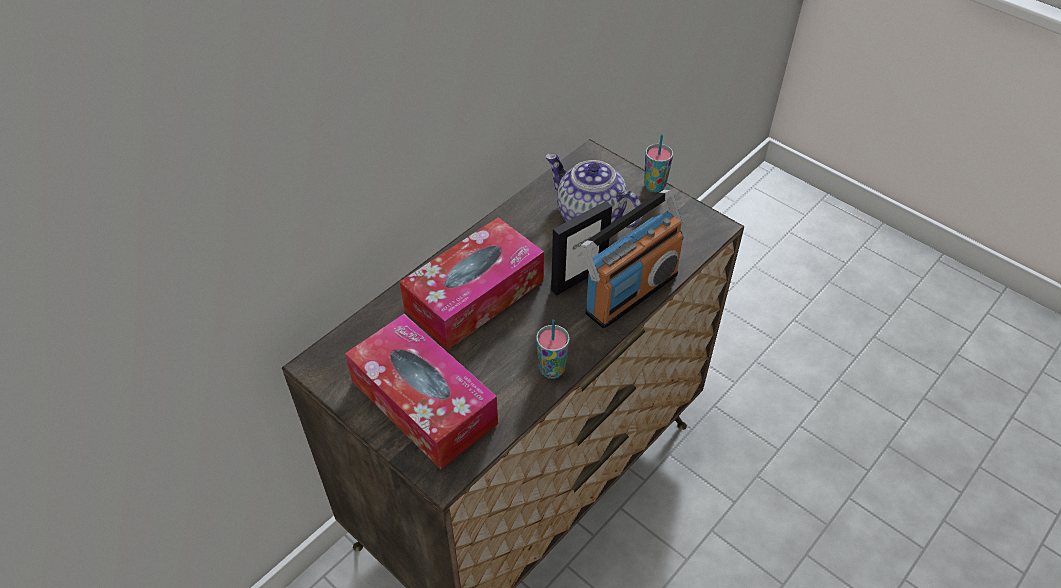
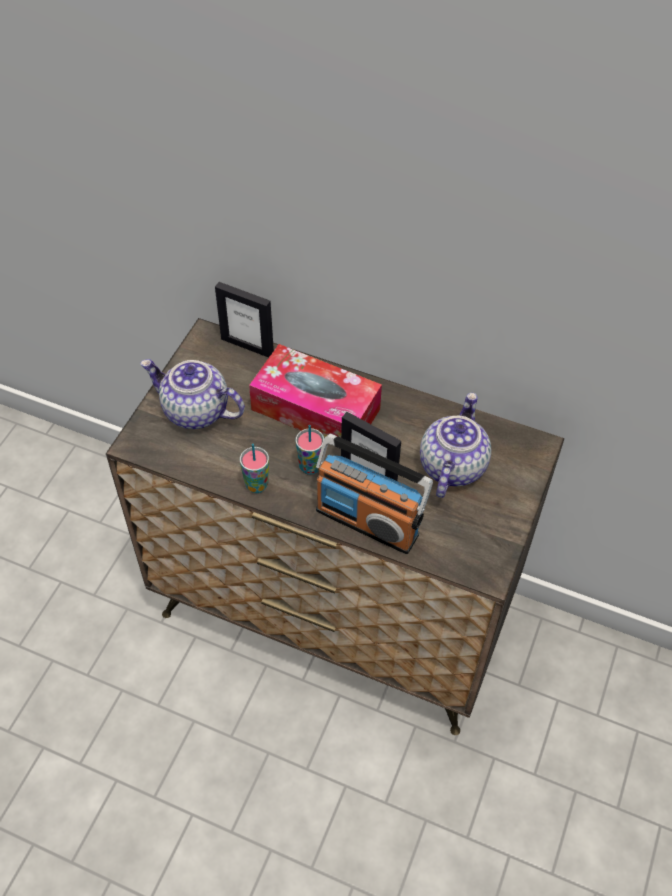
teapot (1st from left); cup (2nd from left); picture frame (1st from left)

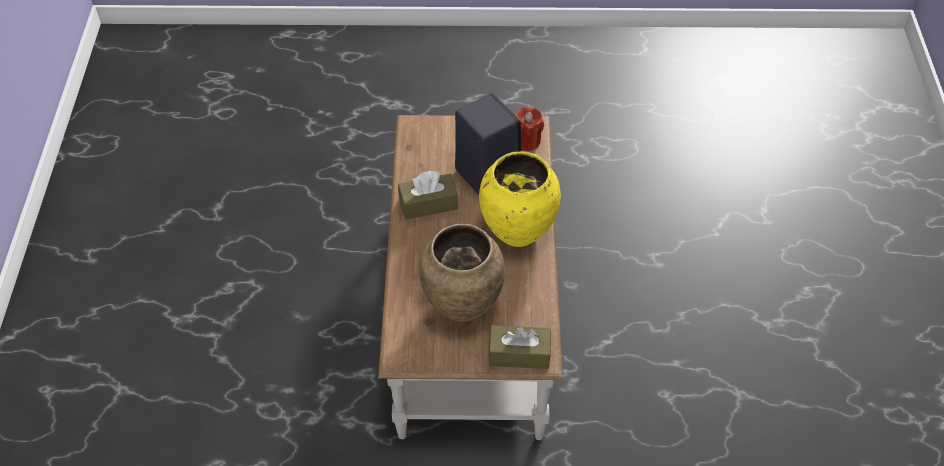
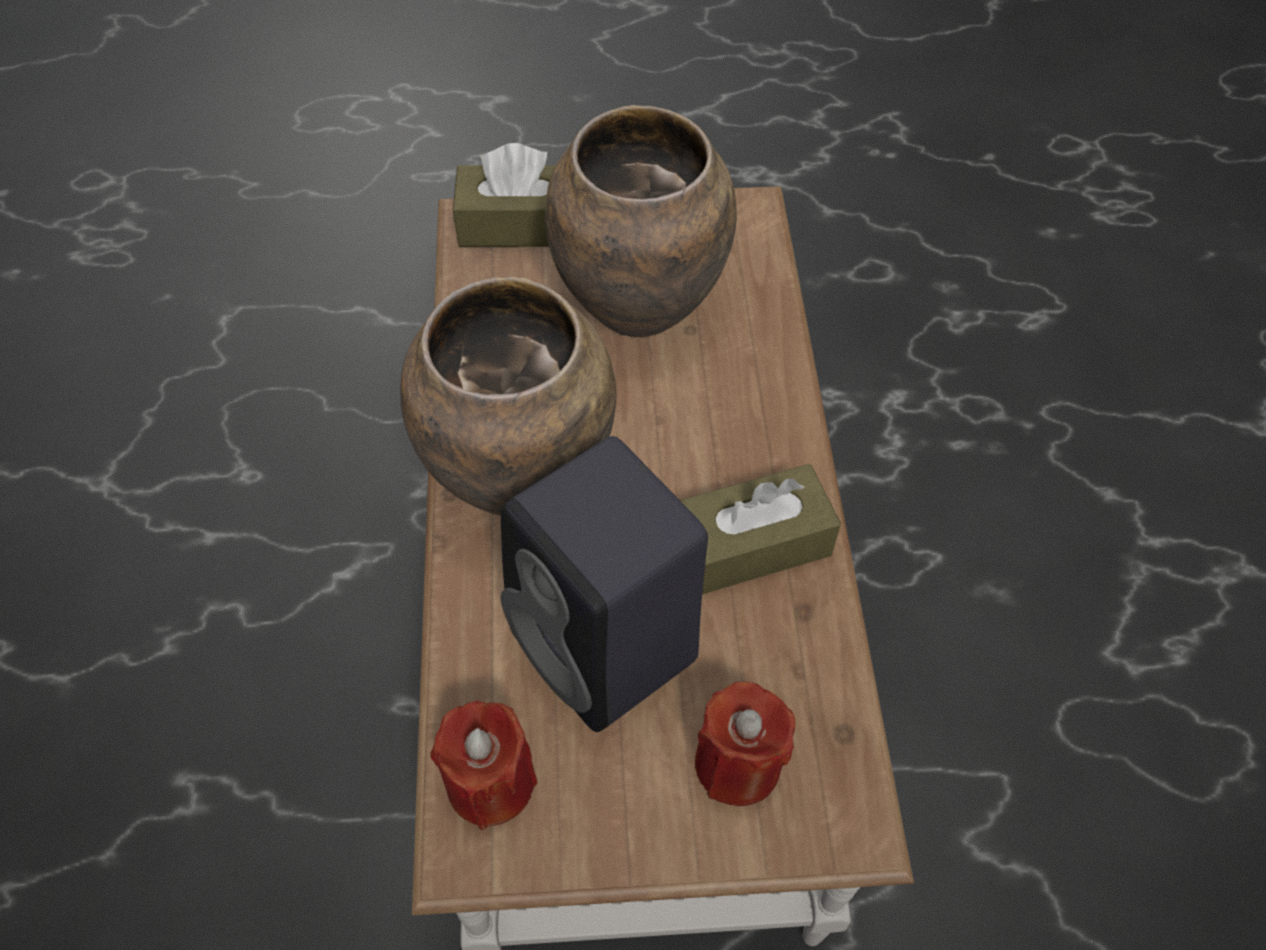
brown vase (1st from left); red candle (2nd from left)

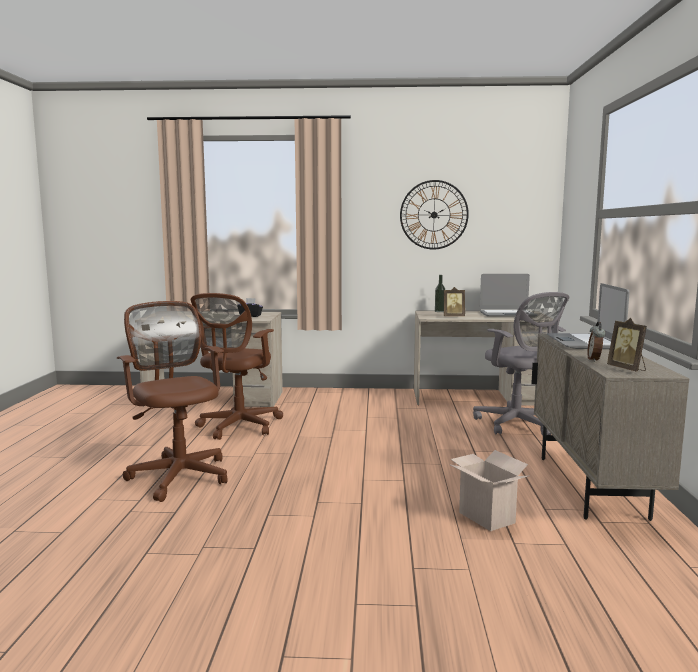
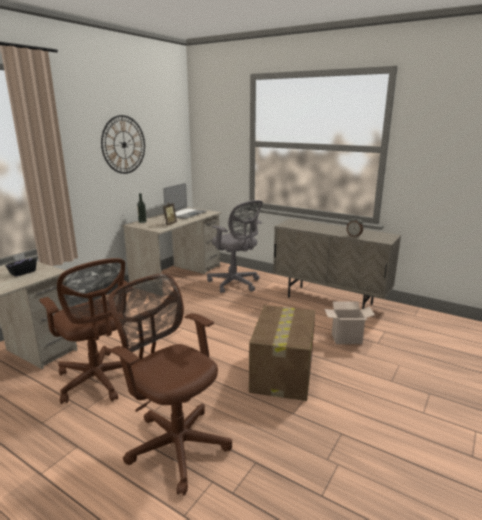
brown office chair (2nd from left); grey office chair; laptop (2nd from left in the first image); picture frame (2nd from left in the first image); cardboard box (1st from left)

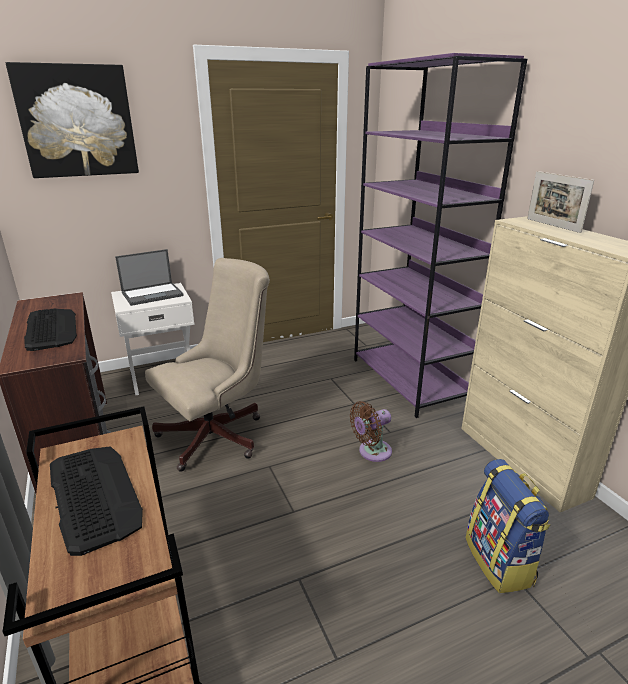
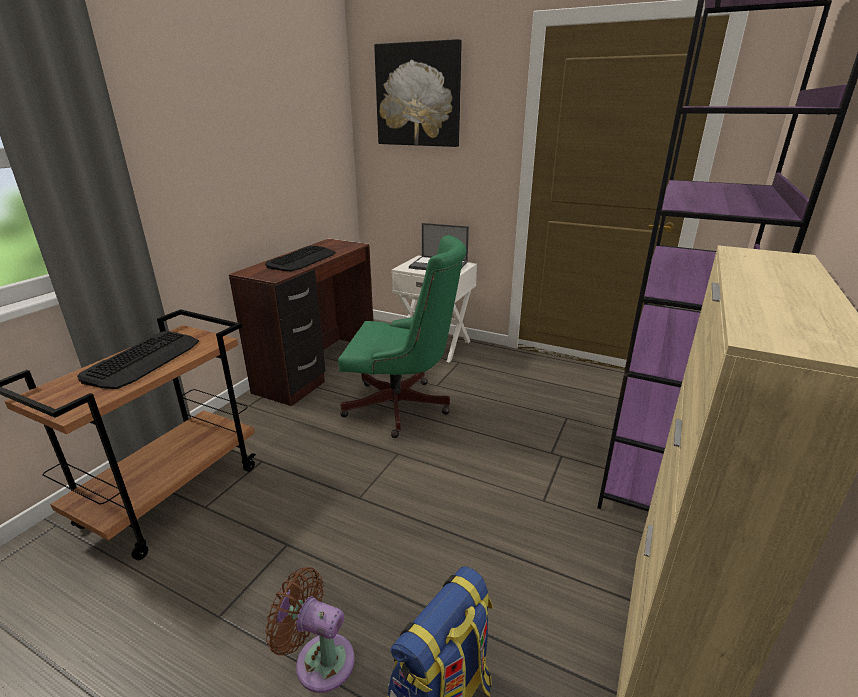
green office chair; brown fan; picture frame

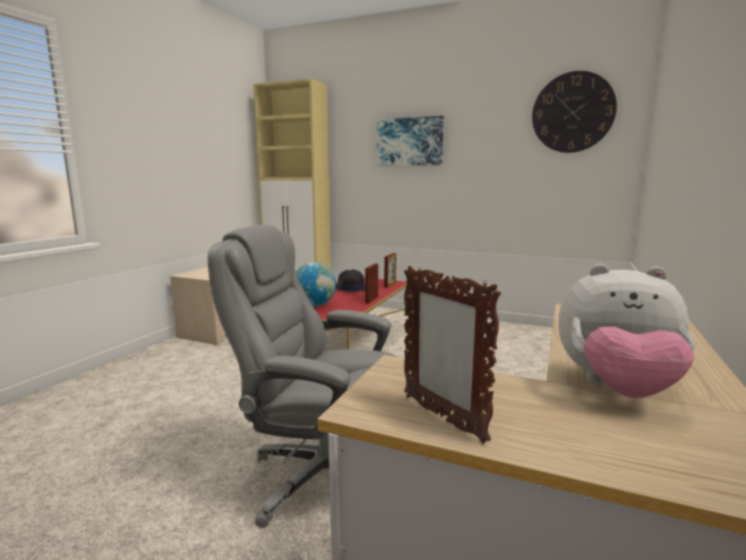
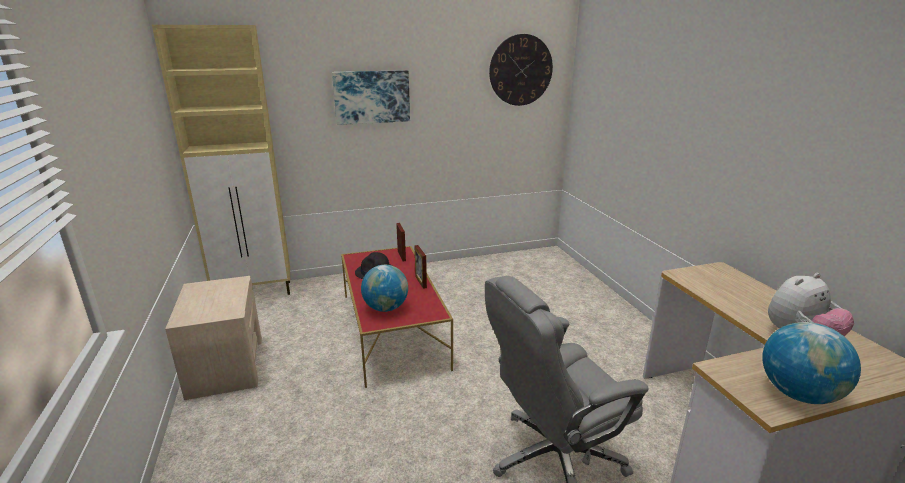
globe (2nd from left)

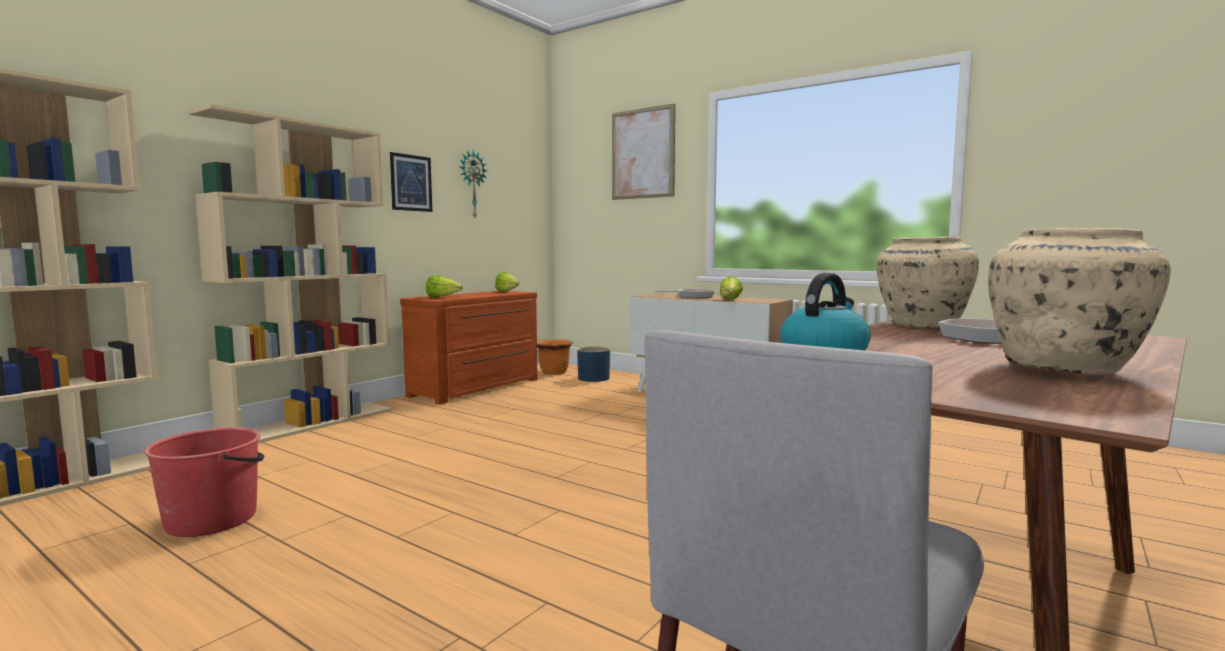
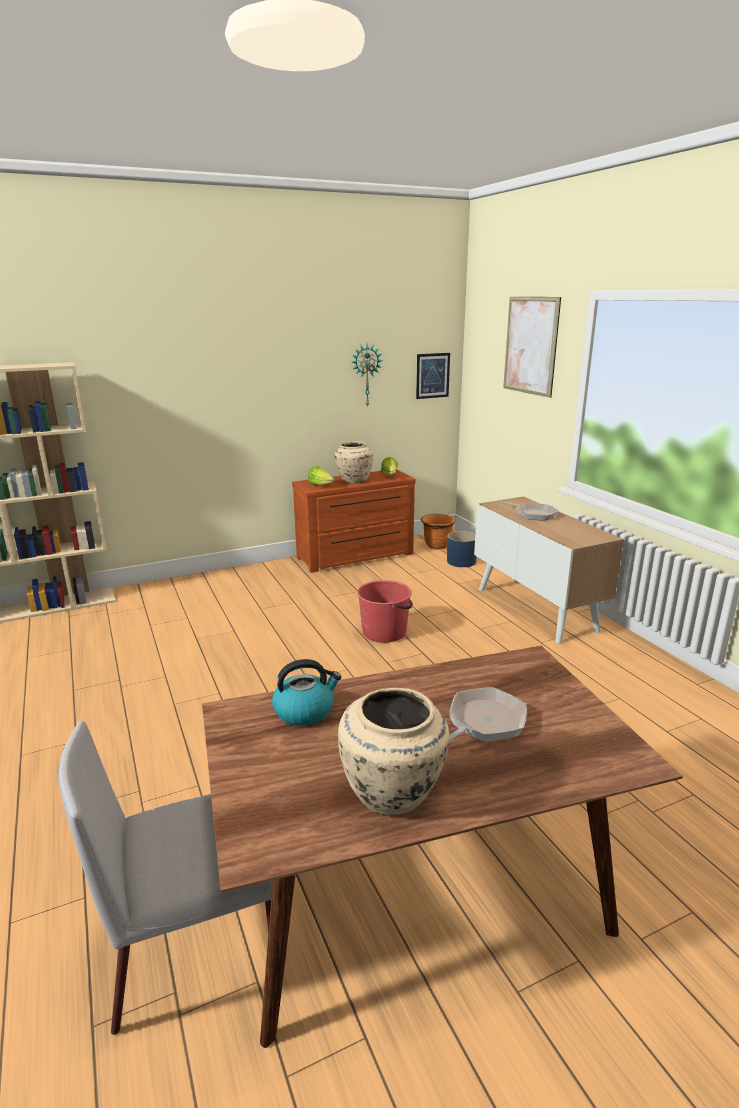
red bucket; beige bookcase (2nd from left in the first image); picture (1st from left); lettuce (3rd from left in the first image); beige vase (1st from left)

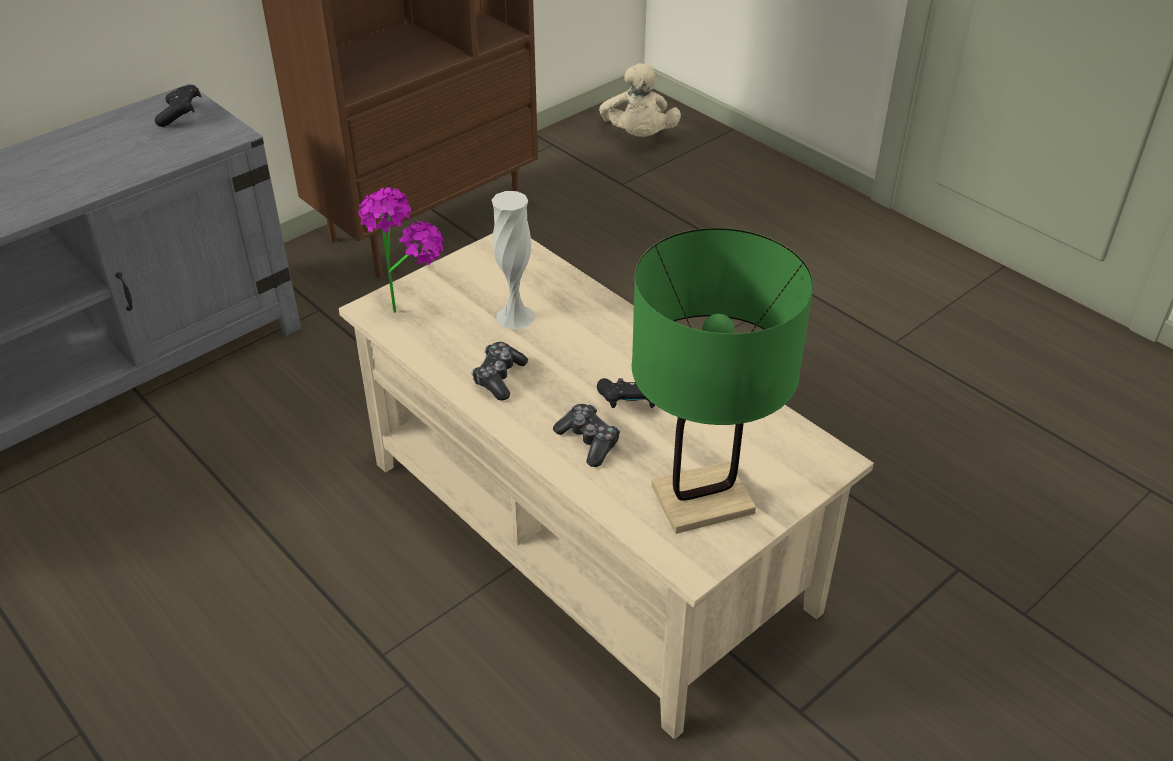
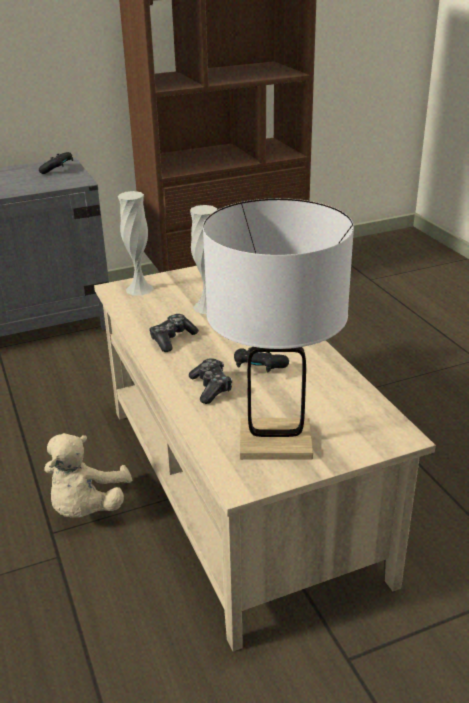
white vase (1st from left); beige plush toy; white table lamp

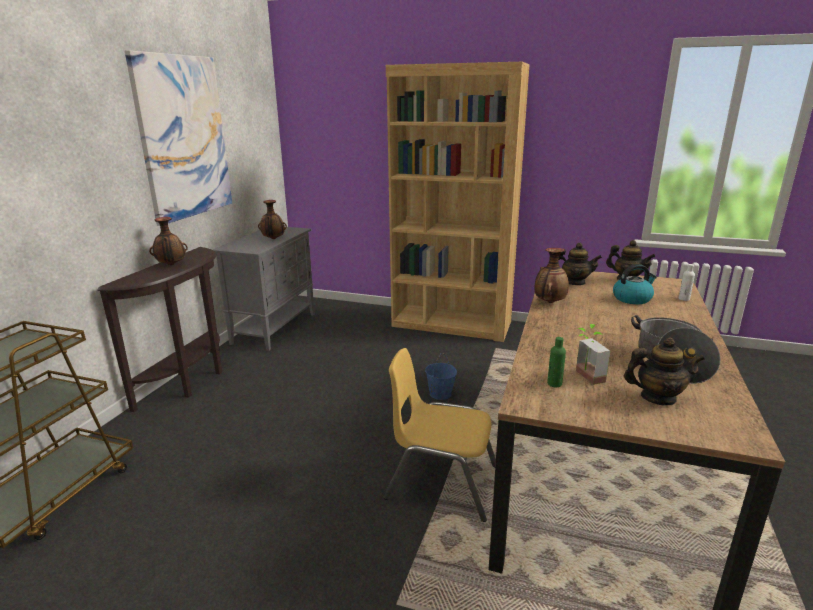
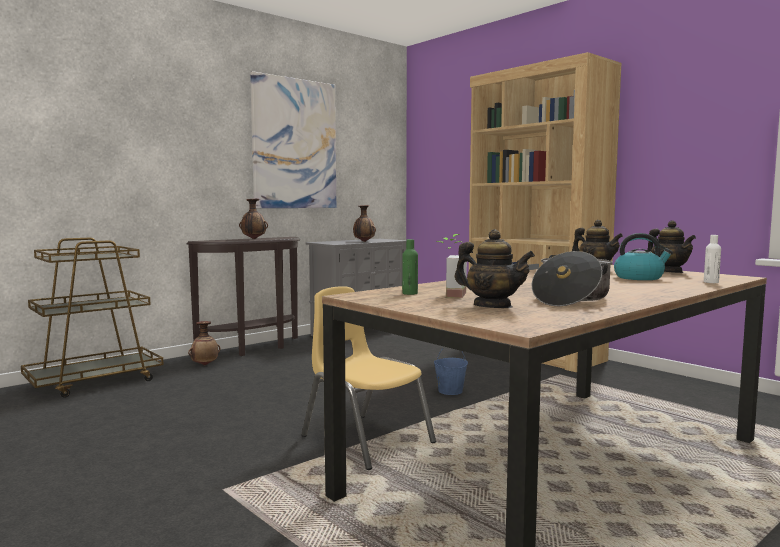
vase (1st from left)

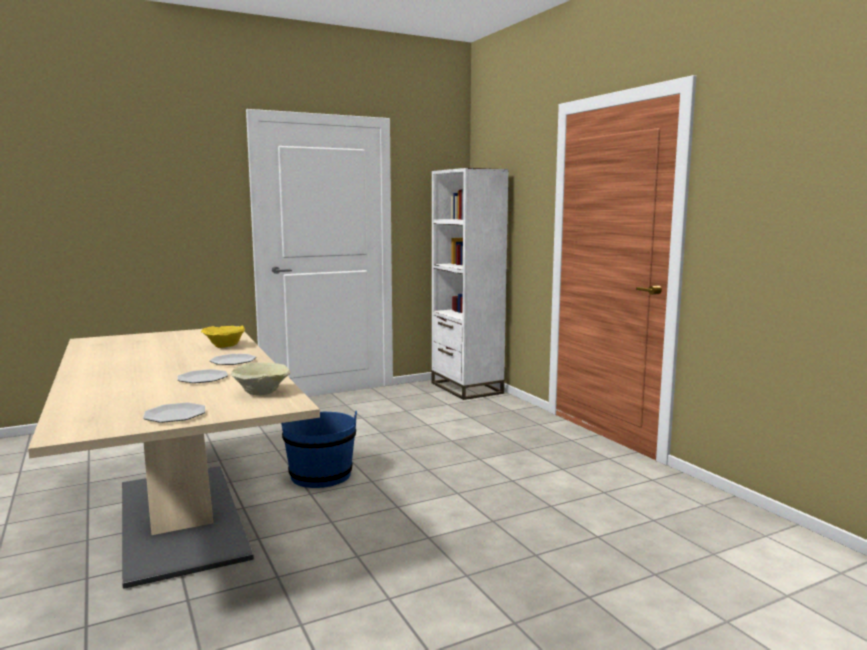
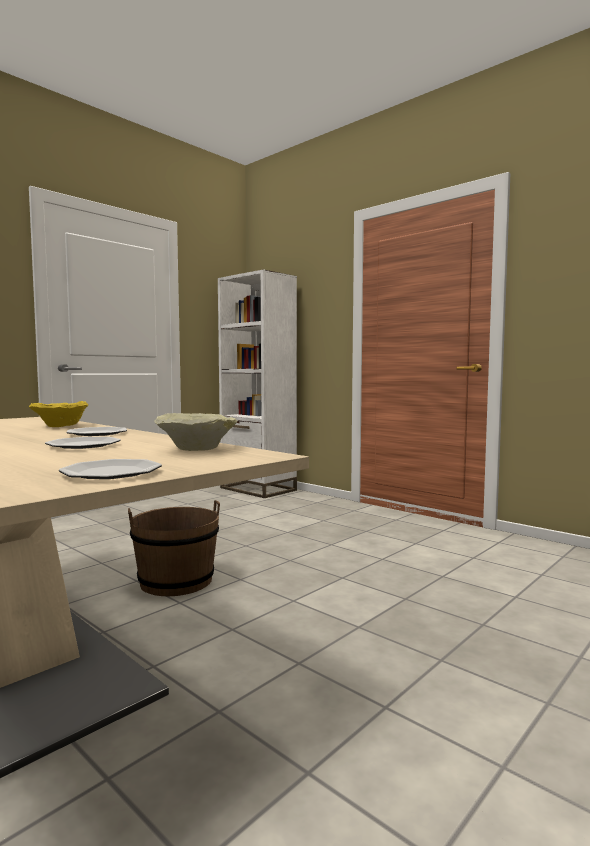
brown bucket

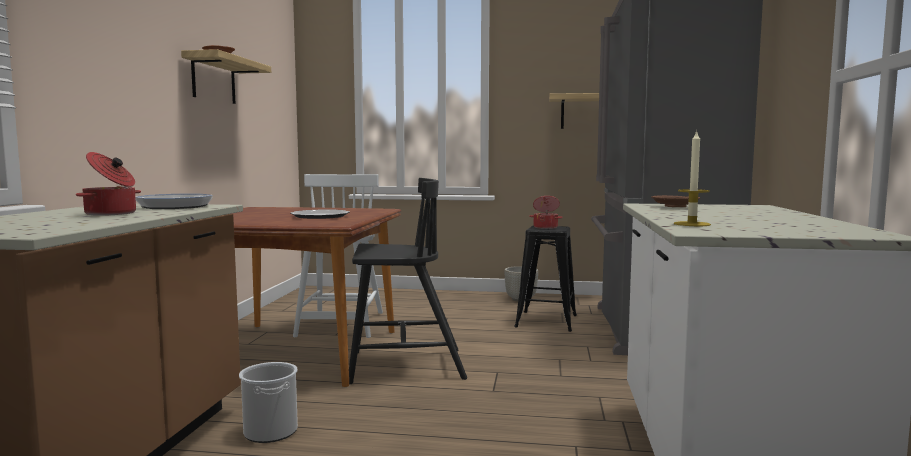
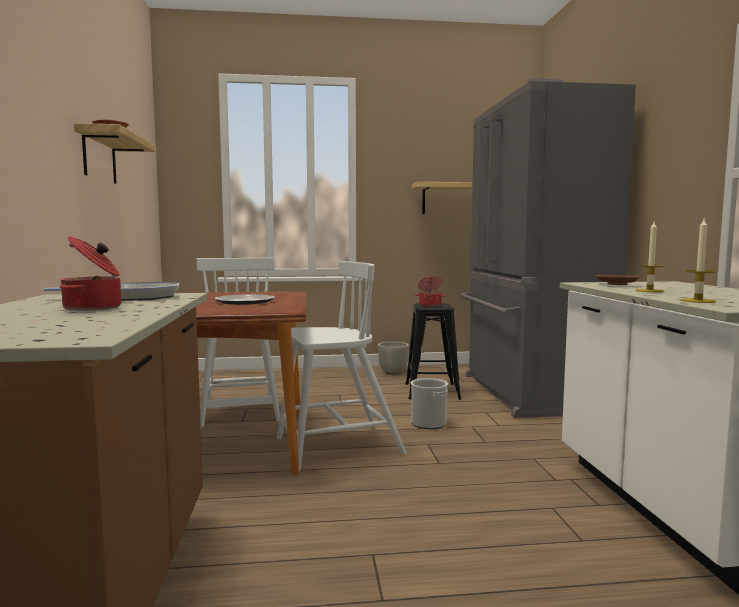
bucket; white chair (2nd from left); candle (1st from left)

